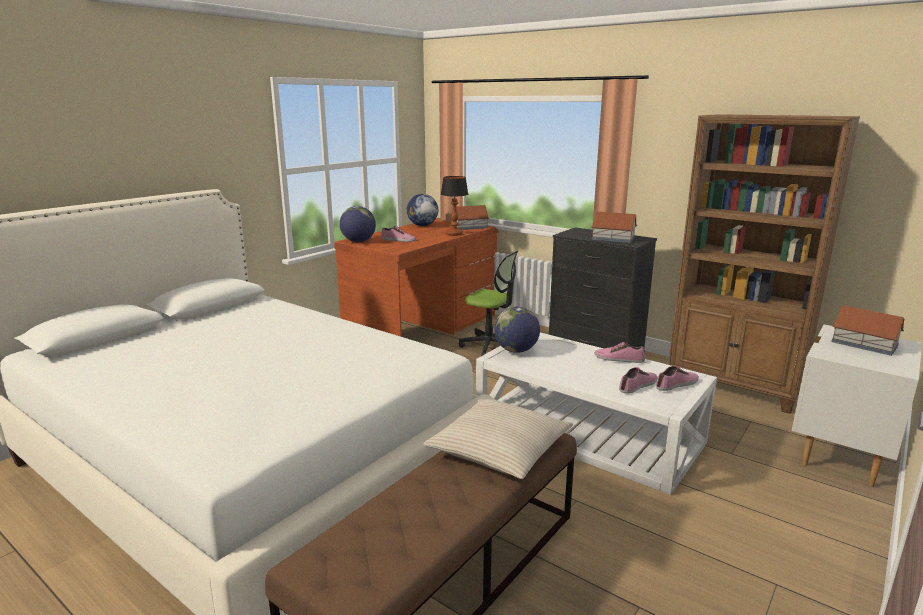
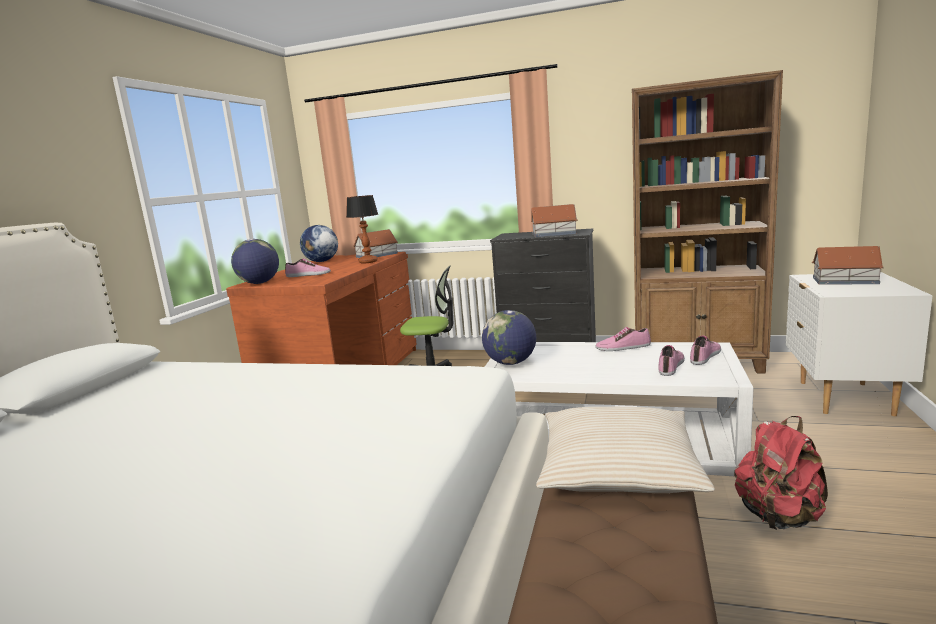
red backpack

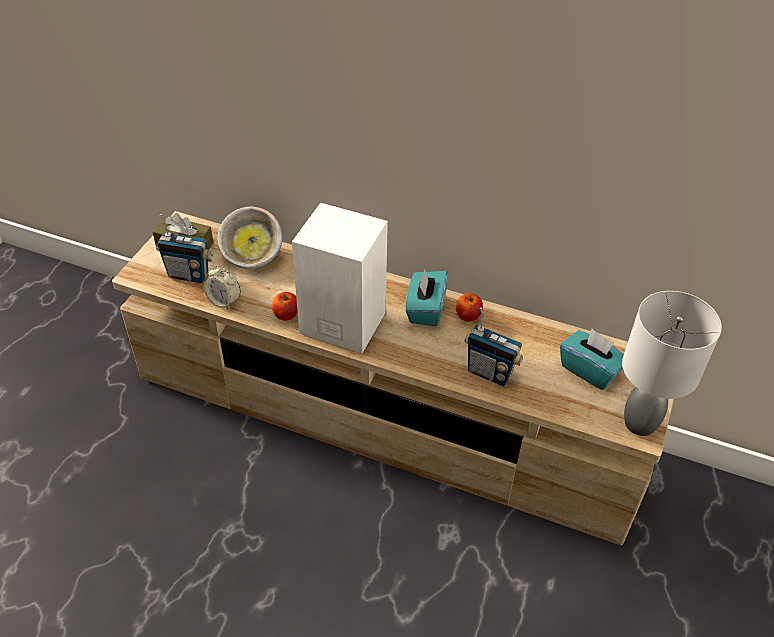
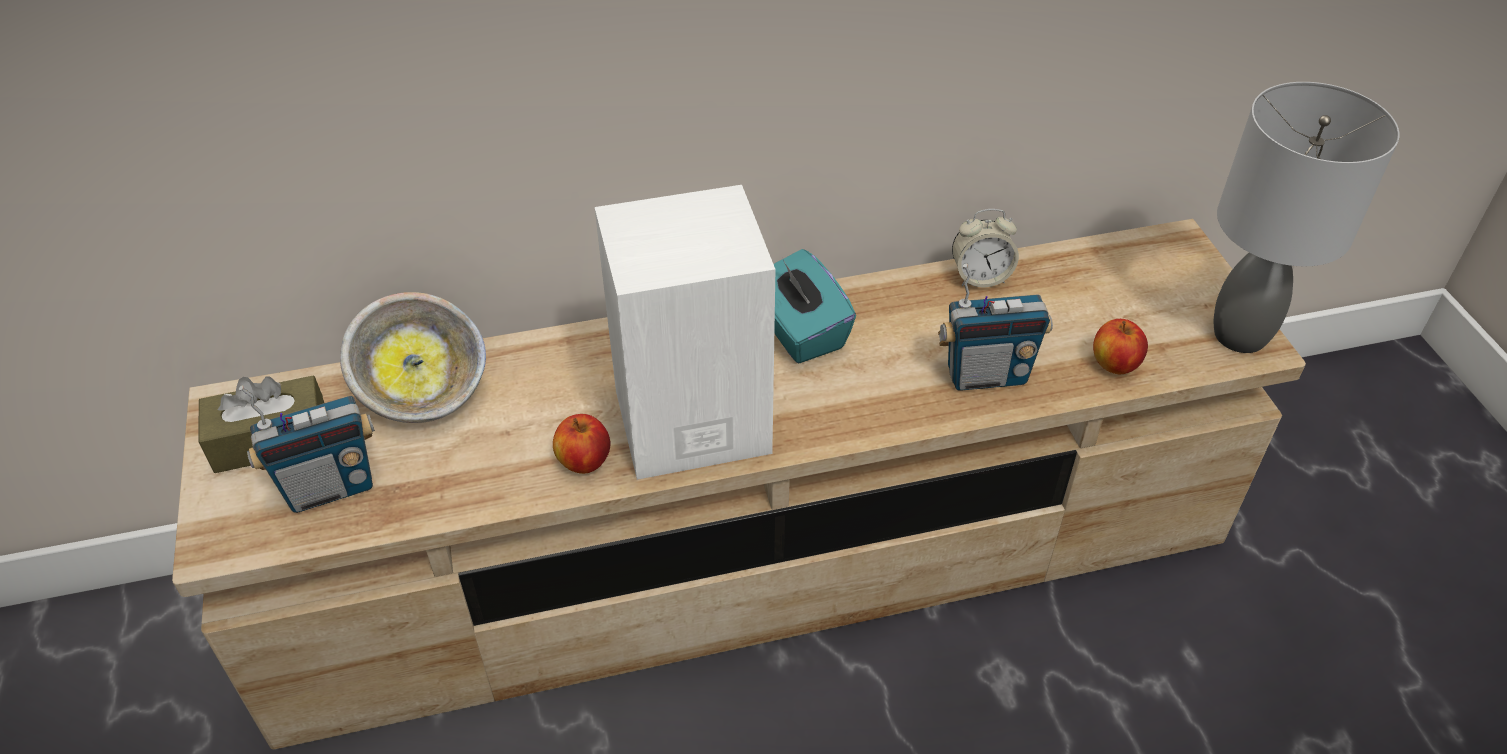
alarm clock; apple (2nd from left); turquoise tissue box (2nd from left in the first image)

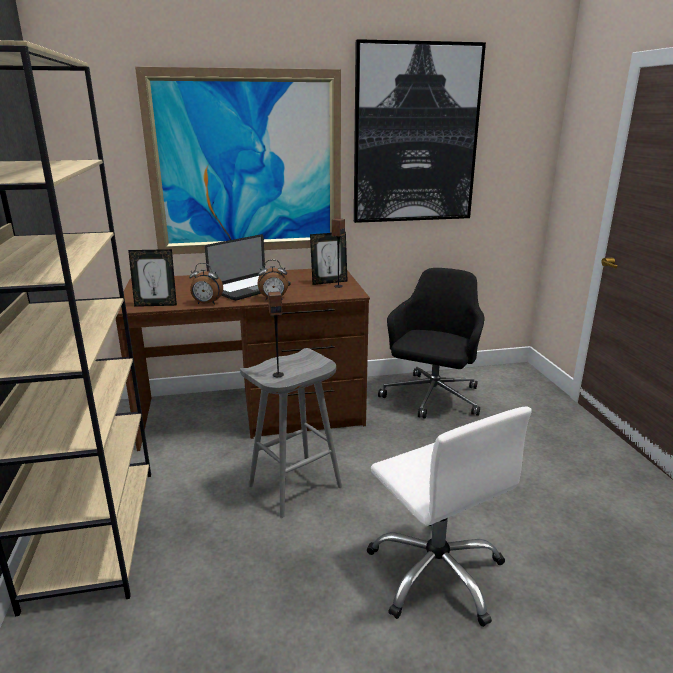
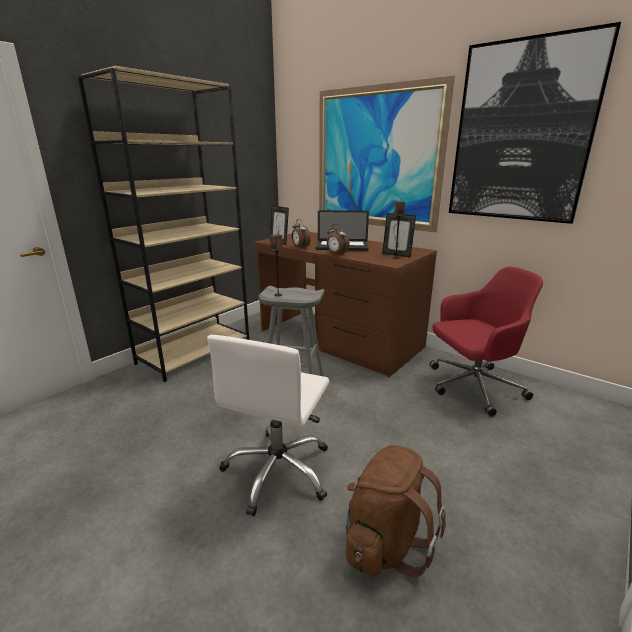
red office chair; brown backpack

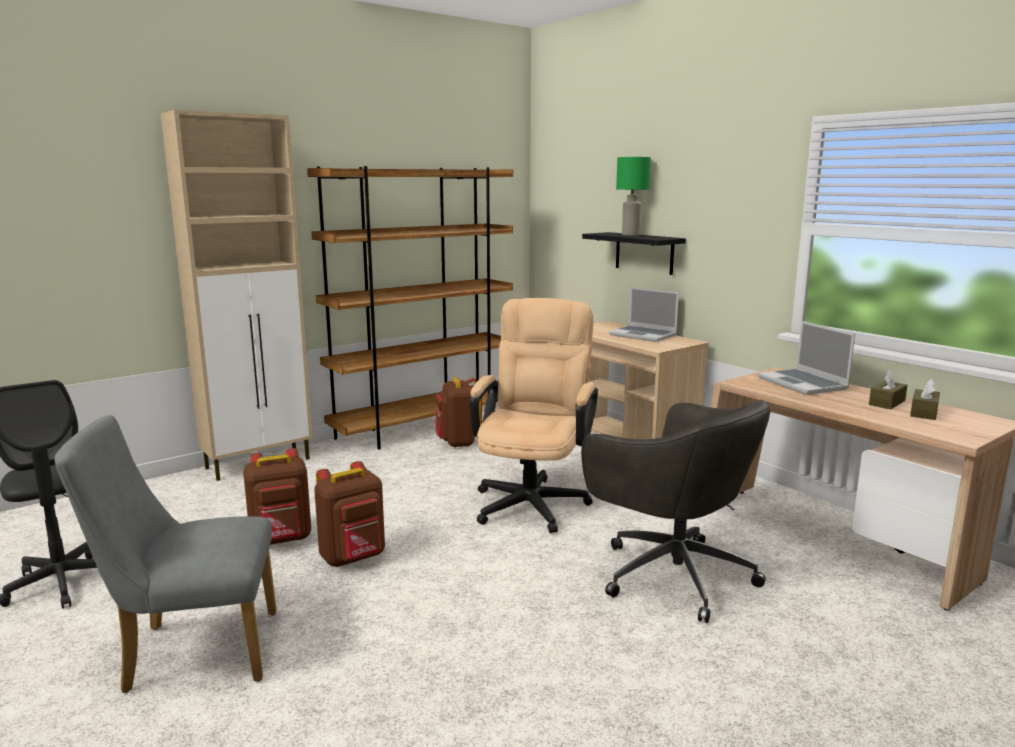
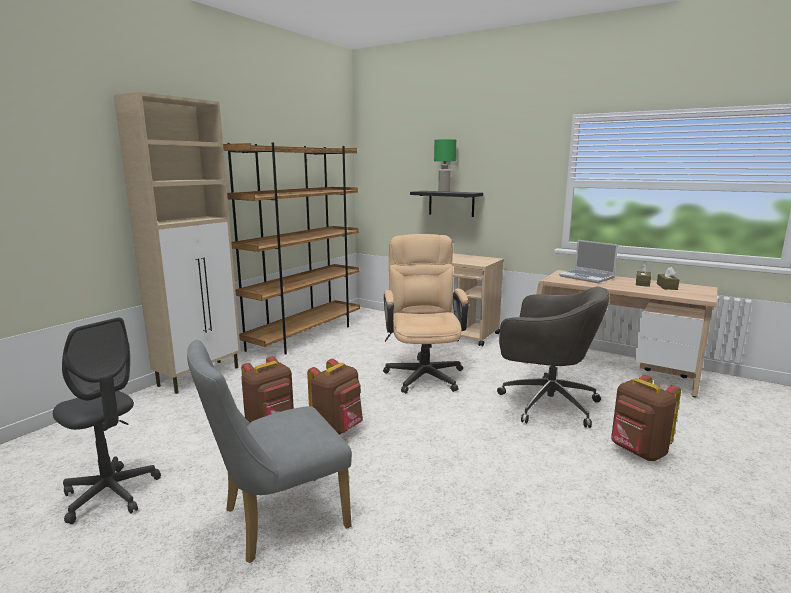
brown backpack (3rd from left); laptop (1st from left in the first image)

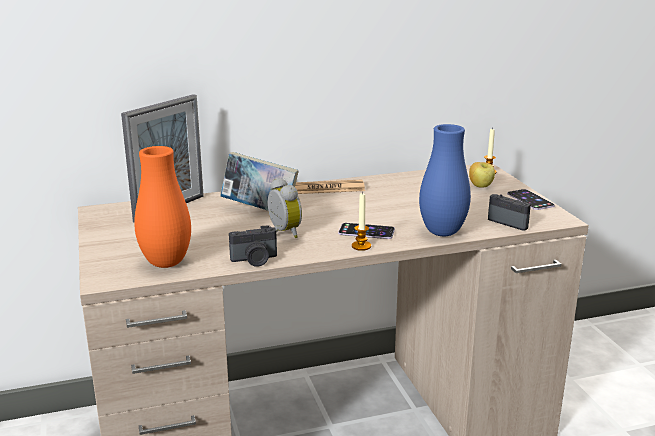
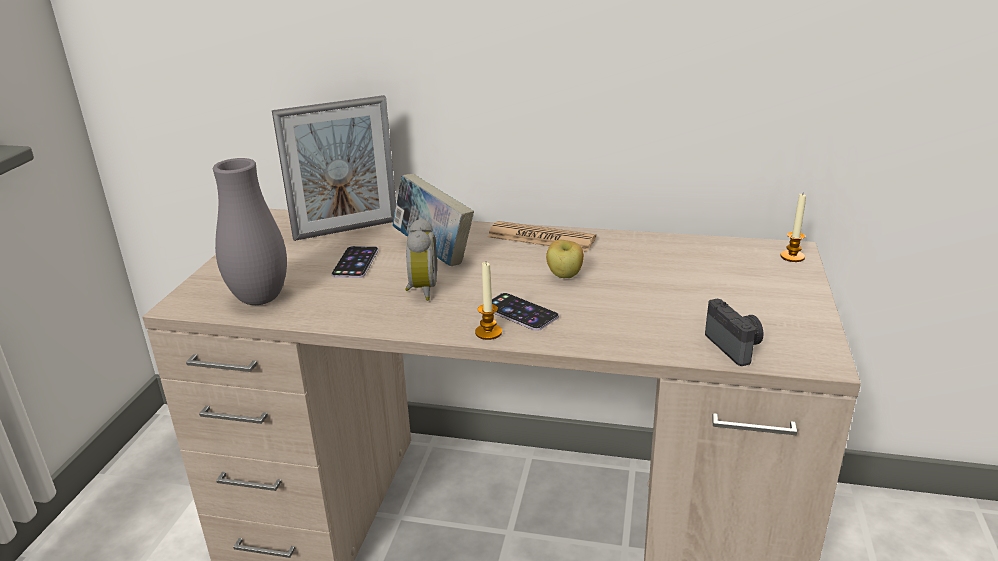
grey vase; photo camera (1st from left in the first image); blue vase; apple; phone (1st from left)

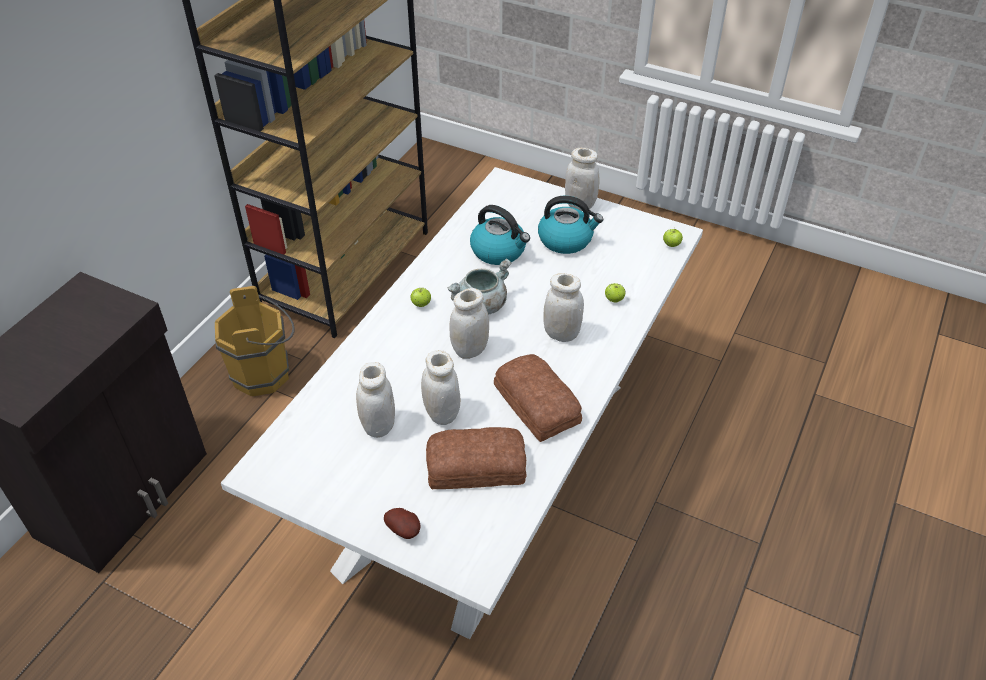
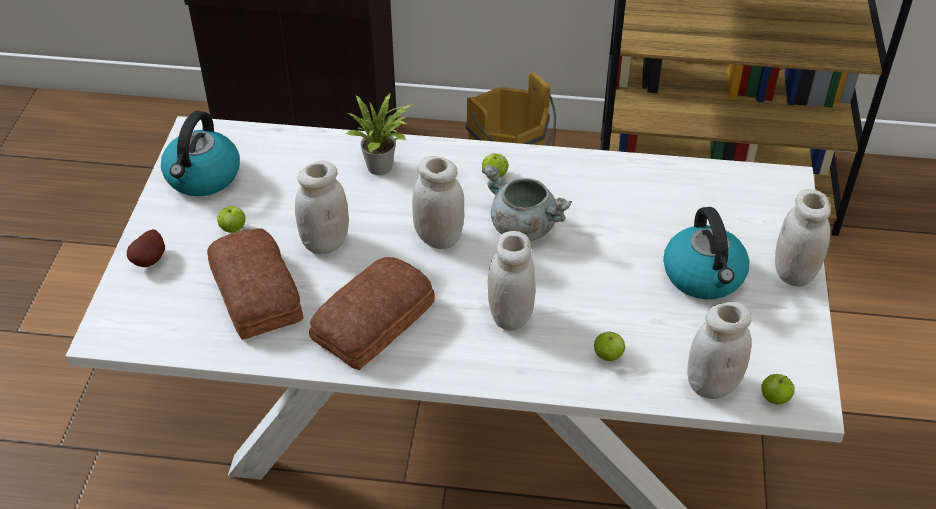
white jar (4th from left); kettle (1st from left); apple (1st from left); potted plant

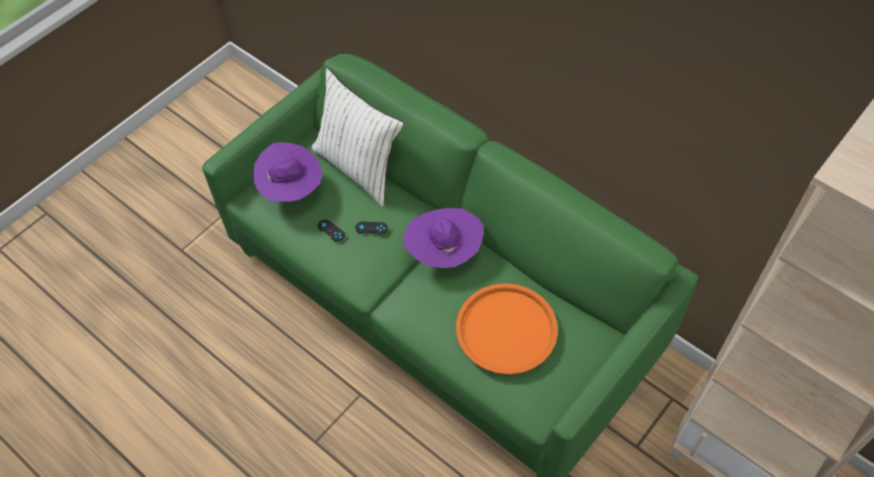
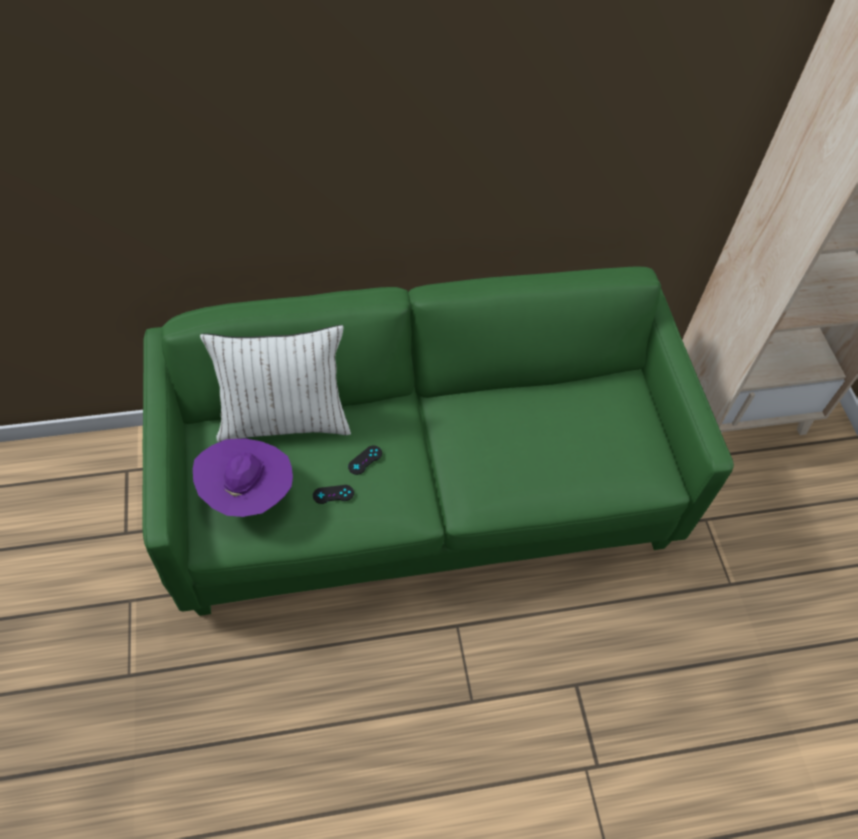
purple hat (2nd from left in the first image); orange tray

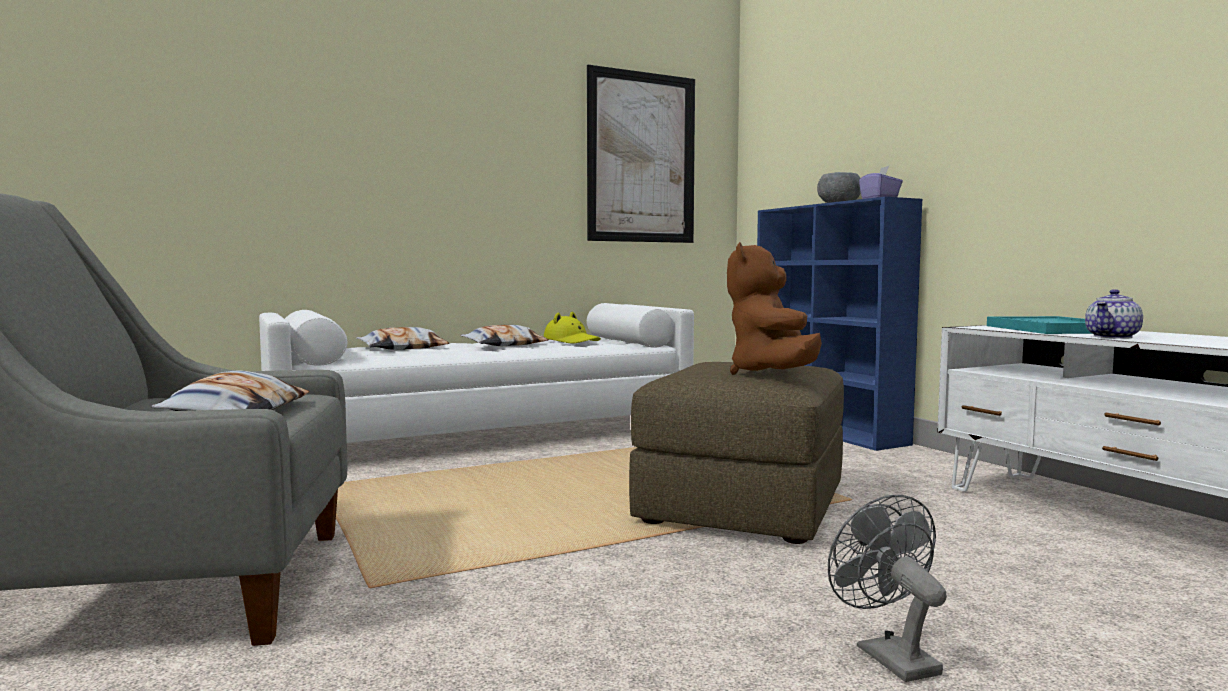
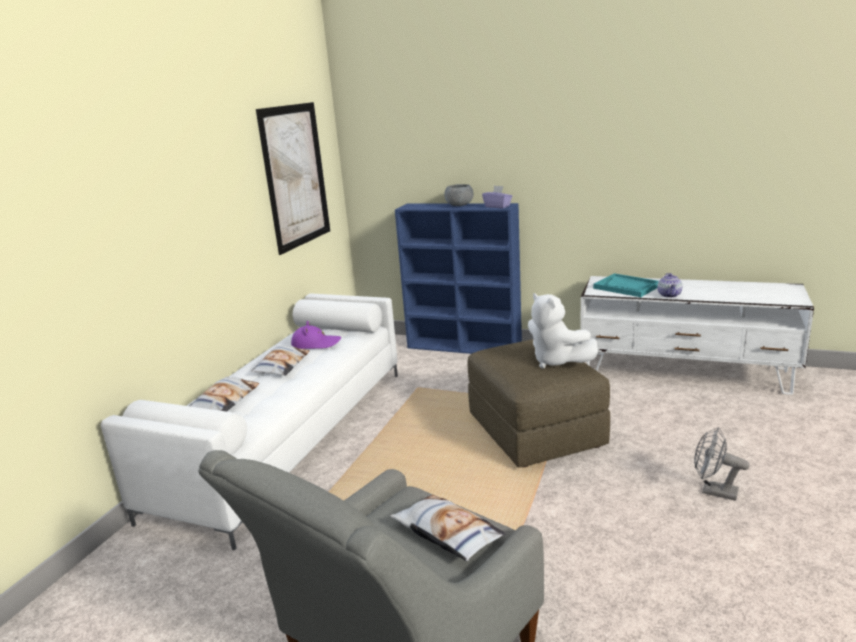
purple hat; white plush toy

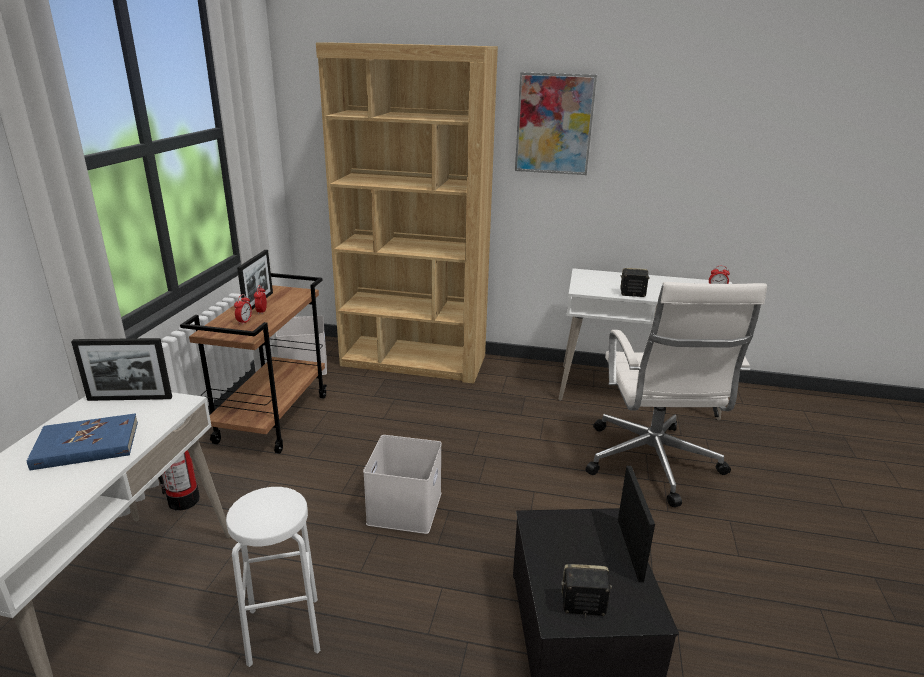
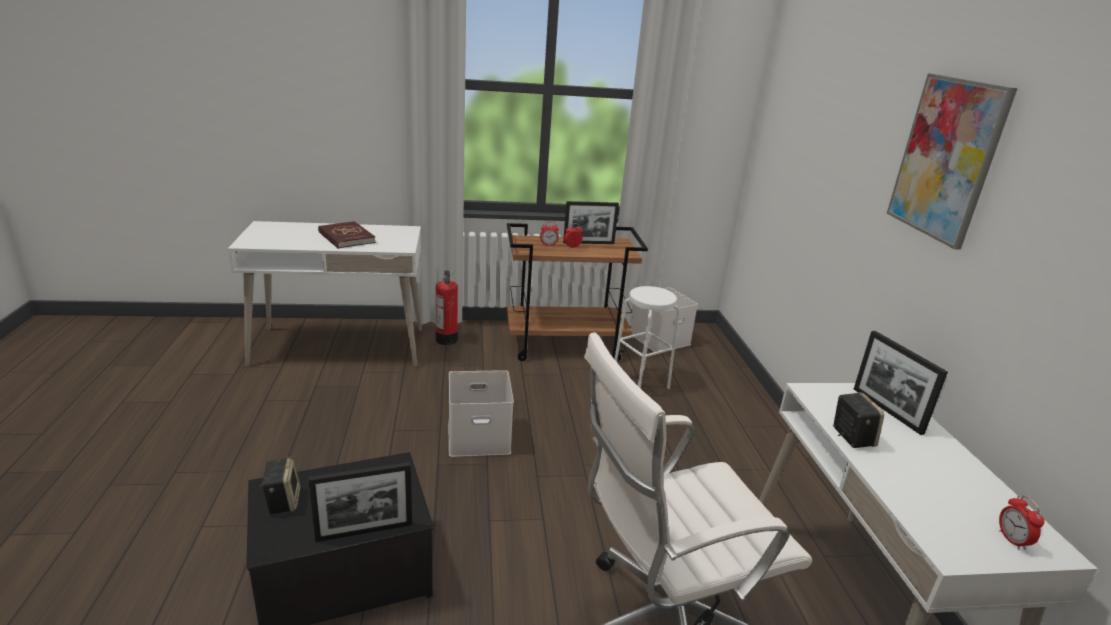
red book; picture frame (3rd from left); white stool; brown bookcase

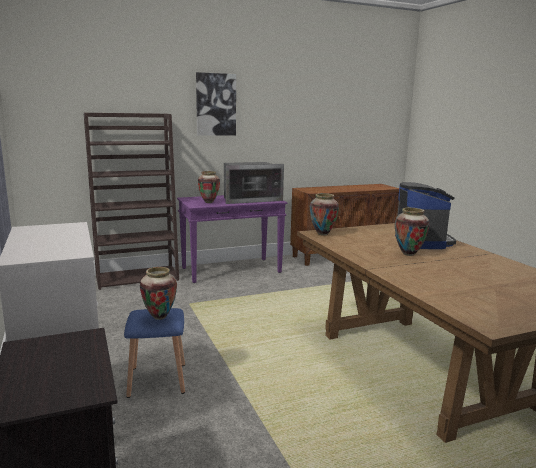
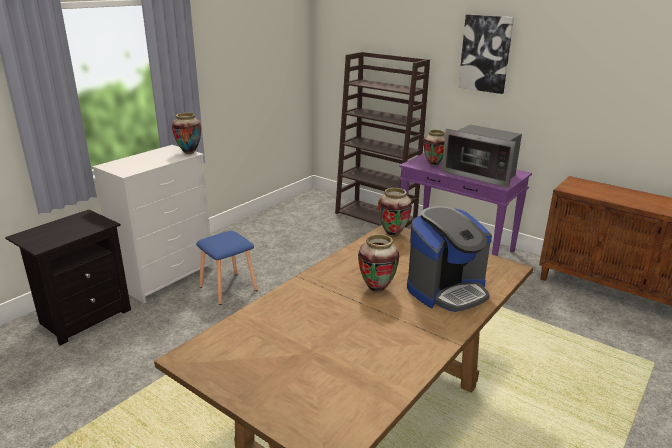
vase (1st from left)

